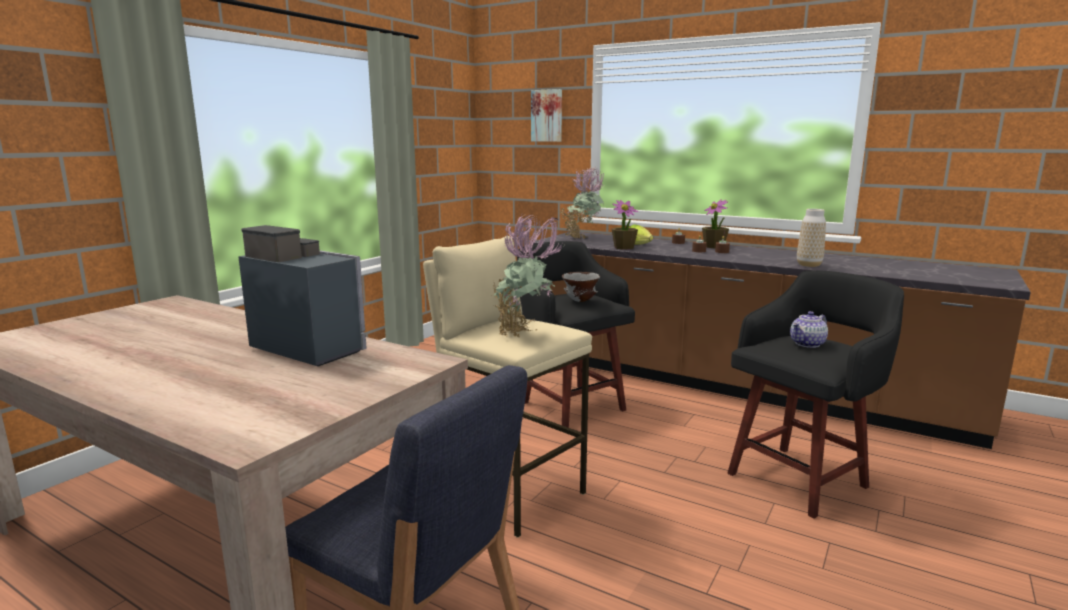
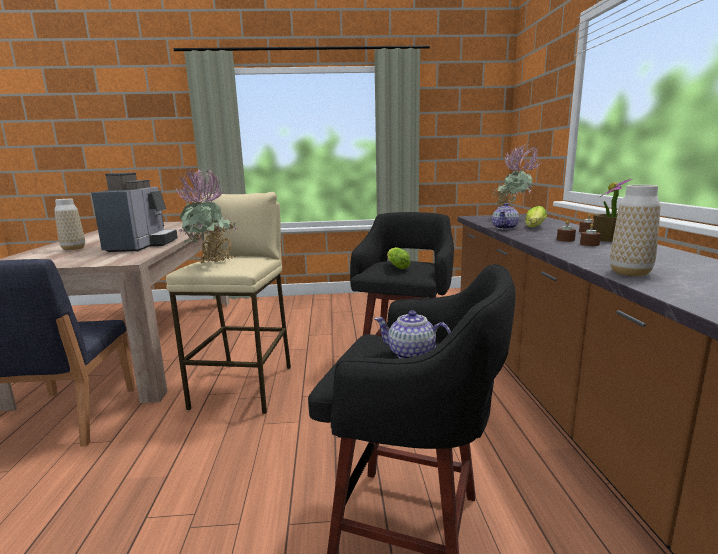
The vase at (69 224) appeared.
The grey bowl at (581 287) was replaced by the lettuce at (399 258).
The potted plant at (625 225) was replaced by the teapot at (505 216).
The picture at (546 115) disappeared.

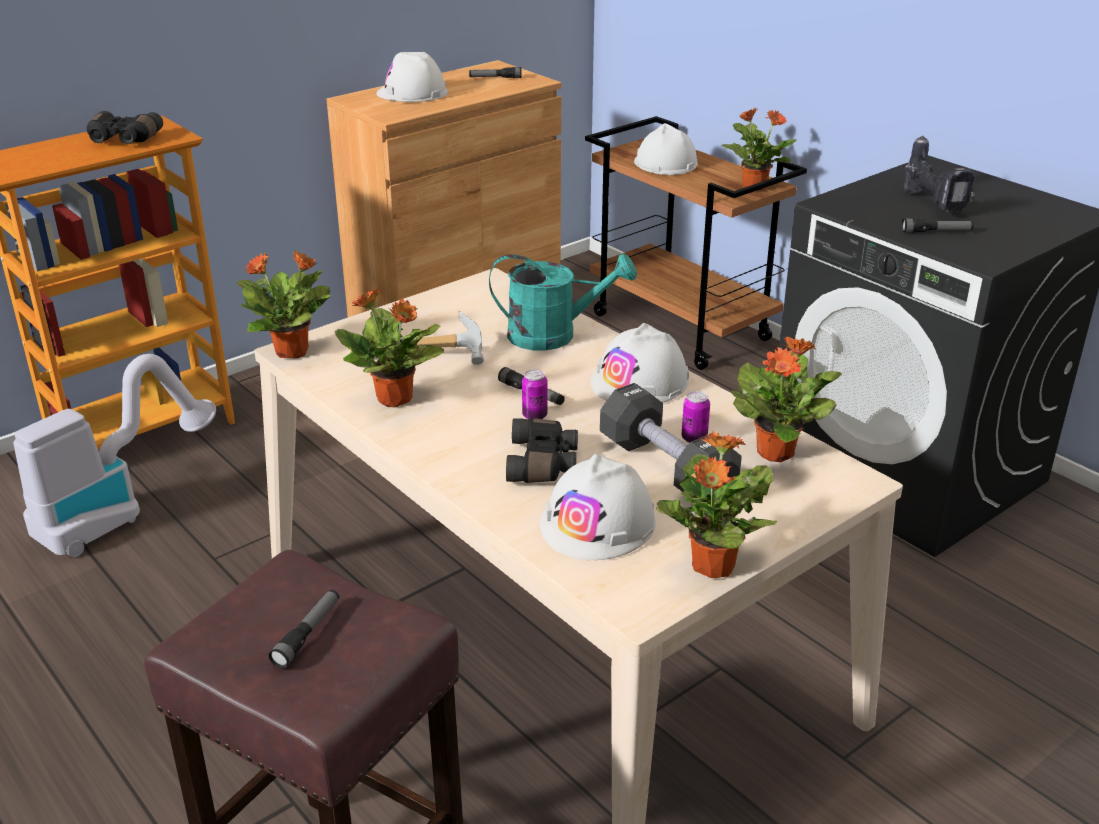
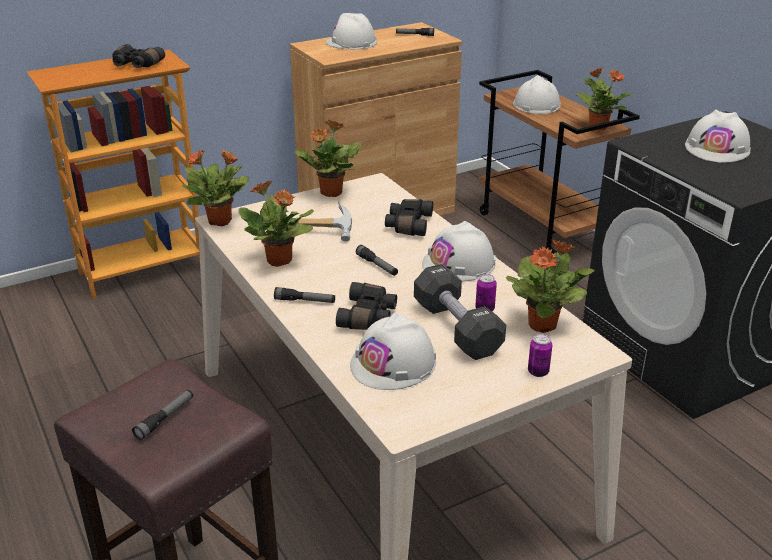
The flashlight moved from (937 225) to (304 295).
The potted plant moved from (716 504) to (328 158).
The turquoise watering can at (563 301) was replaced by the black binoculars at (409 217).
The can moved from (535 394) to (540 355).
The power drill at (939 174) was replaced by the white hard hat at (718 136).
The vacuum cleaner at (114 455) disappeared.

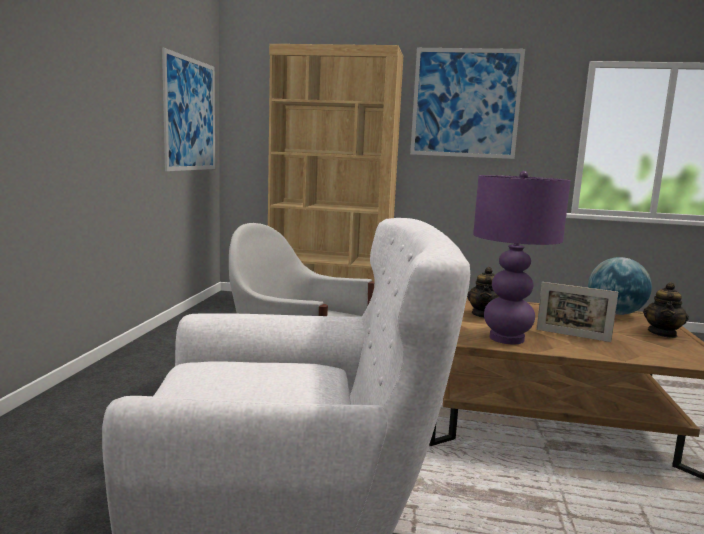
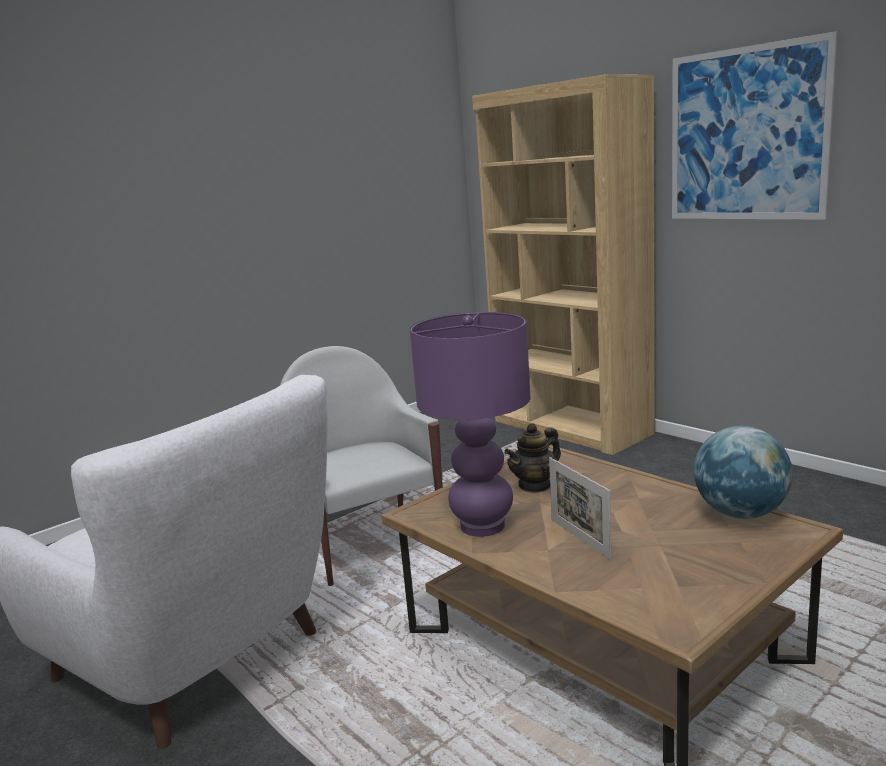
The picture at (188 109) disappeared.
The teapot at (666 310) disappeared.

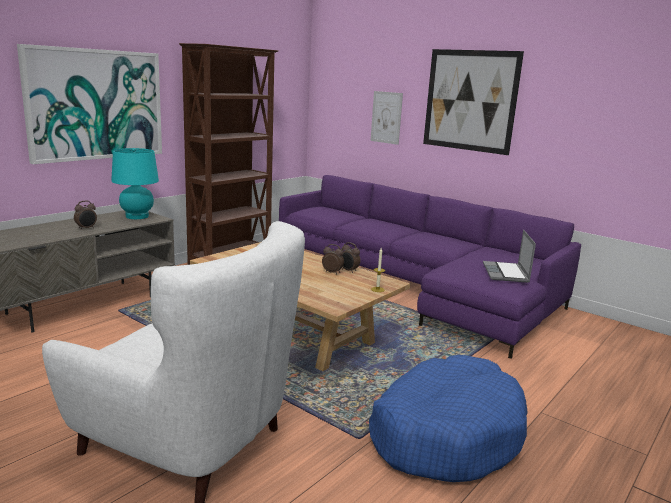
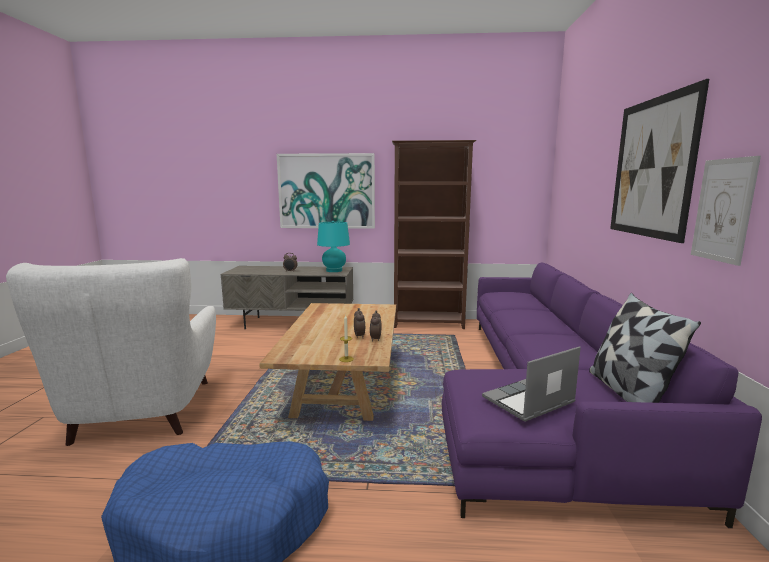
The pillow at (645 348) appeared.
The picture moved from (387 118) to (726 211).

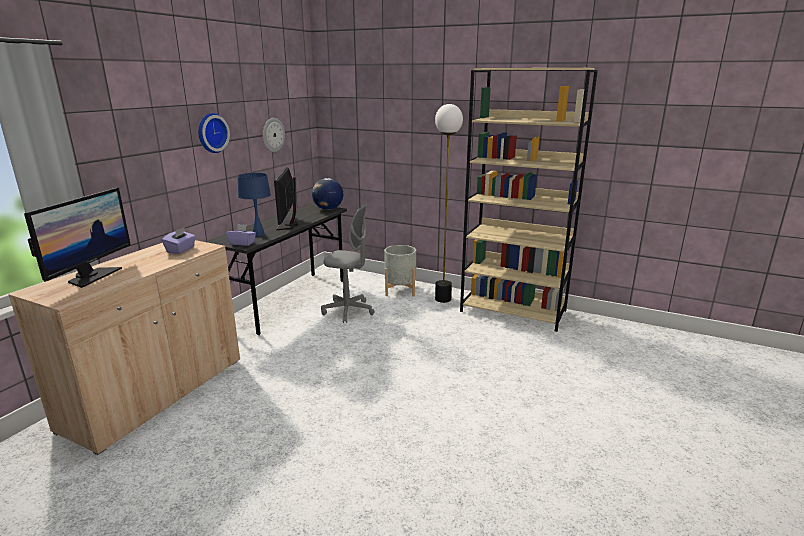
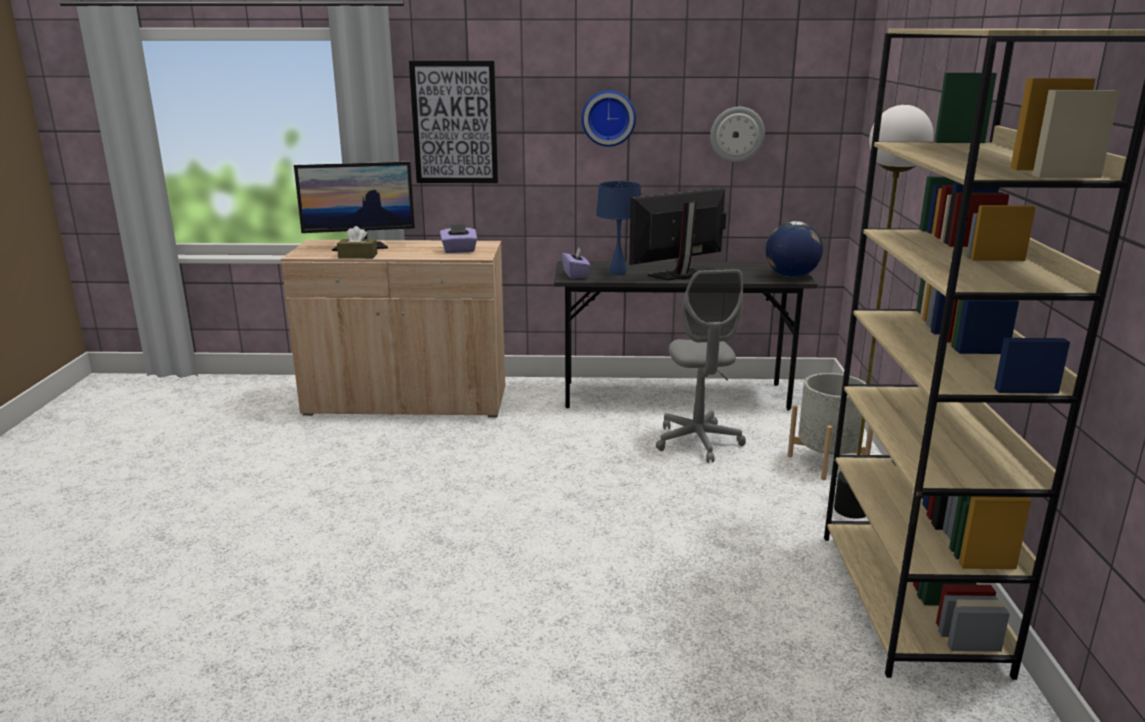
The brown tissue box at (357 242) appeared.
The picture at (453 122) appeared.

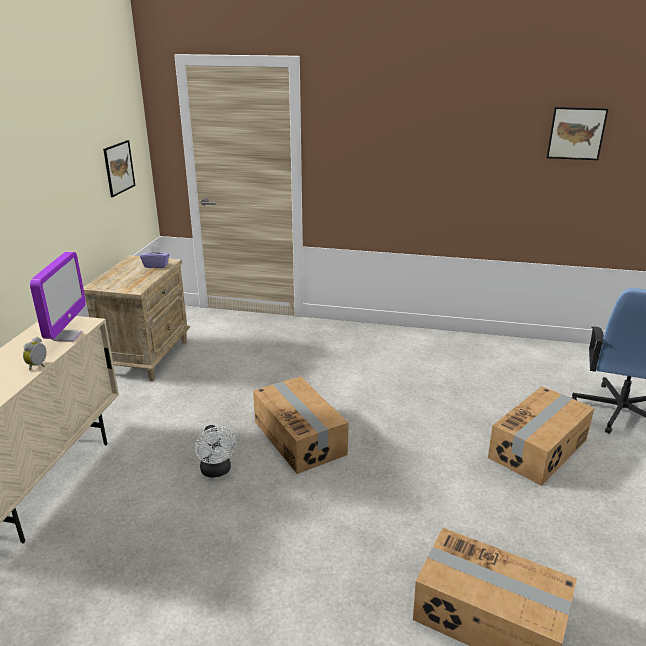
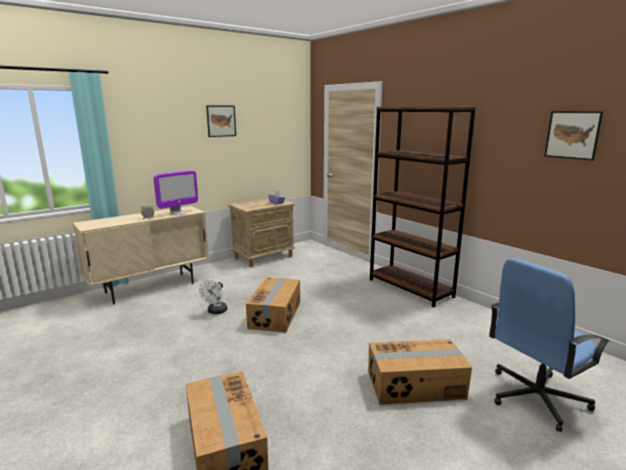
The picture moved from (119 168) to (221 121).
The brown bookcase at (423 206) appeared.

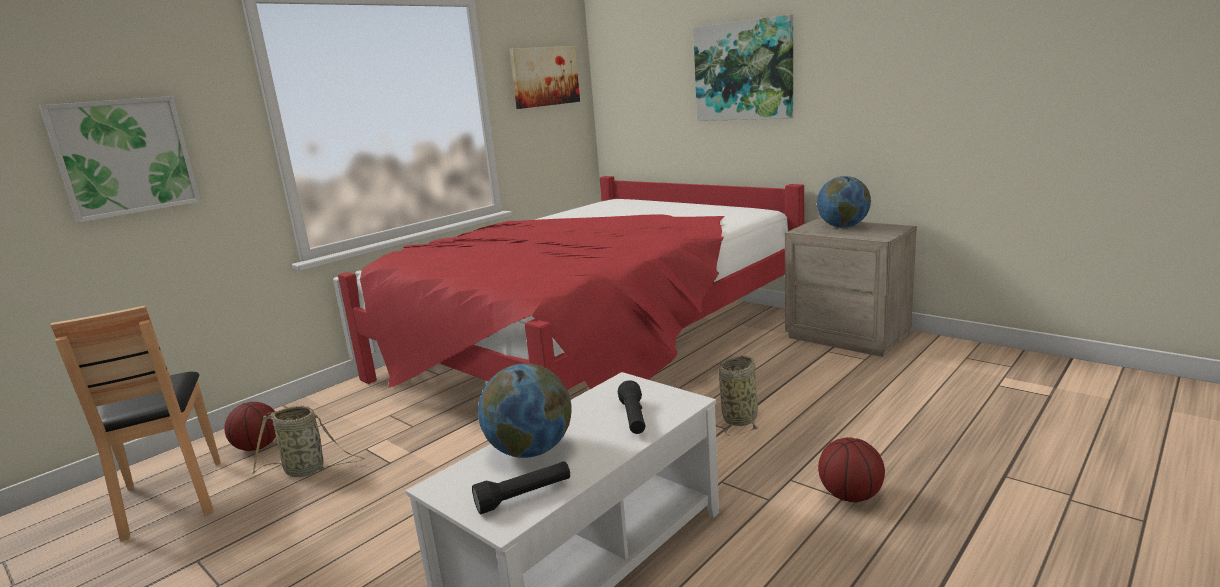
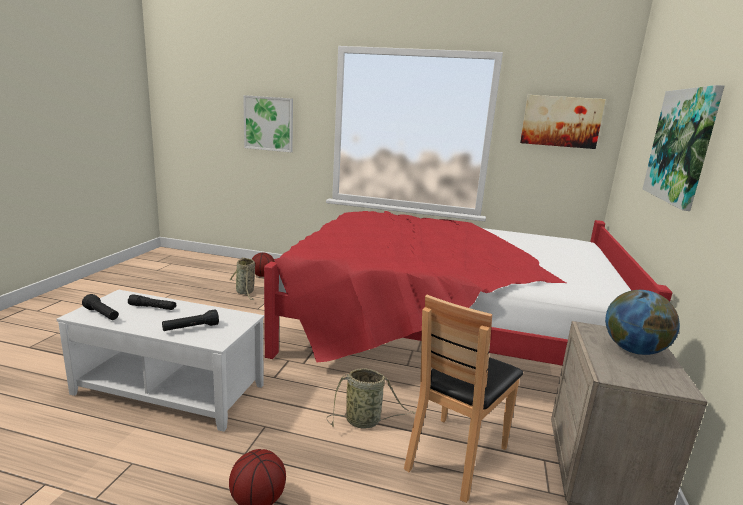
The globe at (524 410) was replaced by the black flashlight at (152 302).
The brown chair moved from (136 423) to (463 399).

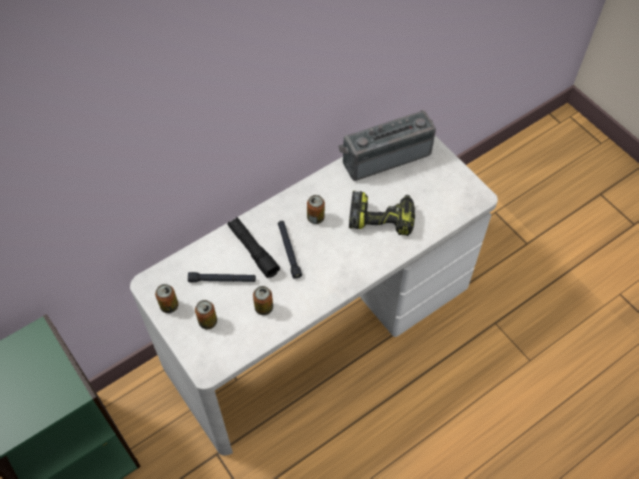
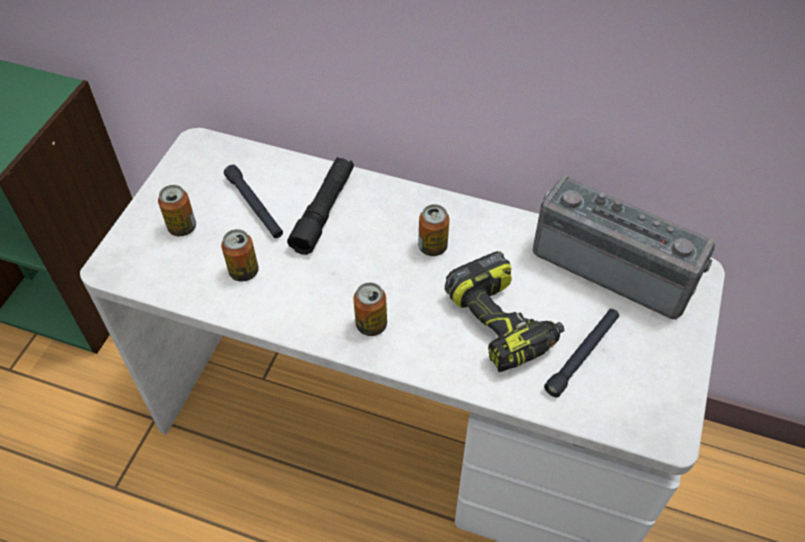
The can moved from (166 298) to (370 309).
The black flashlight moved from (290 250) to (581 353).

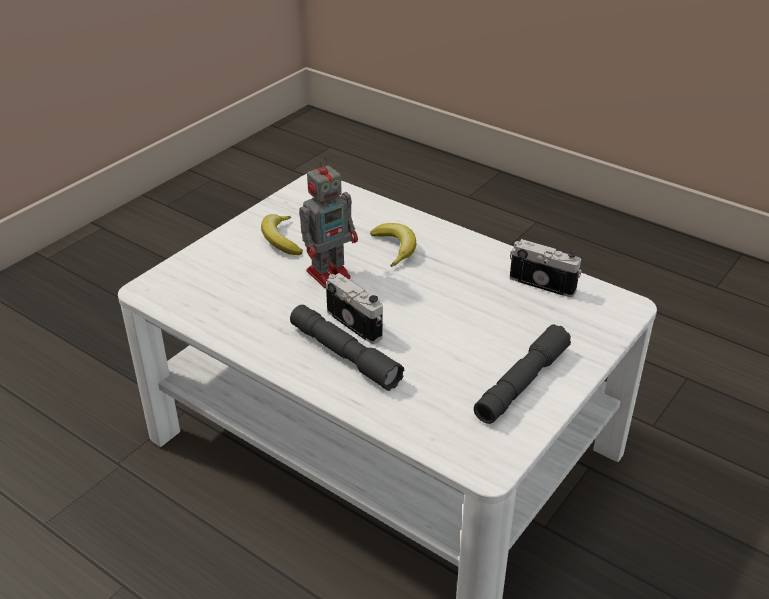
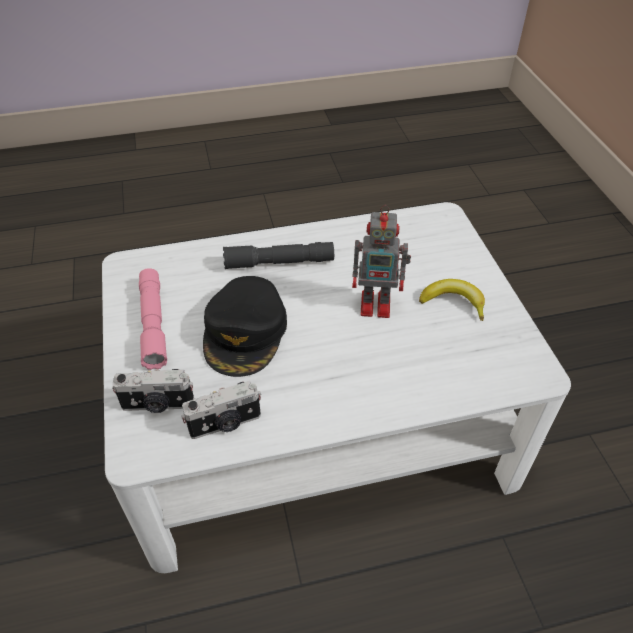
The photo camera moved from (354 308) to (153 391).
The grey flashlight at (522 374) became the pink flashlight at (153 319).
The black cap at (245 326) appeared.
The toy robot at (328 222) turned 90 degrees counterclockwise.
The banana at (393 245) disappeared.

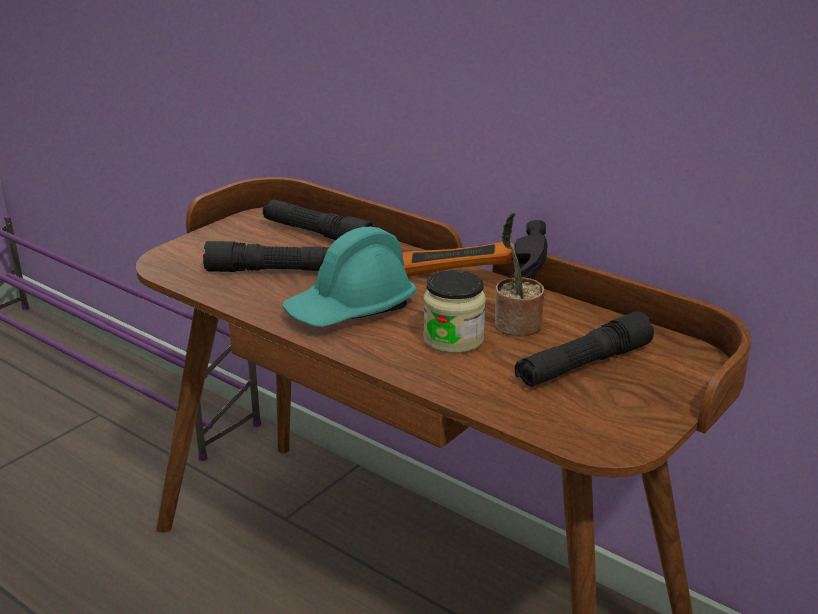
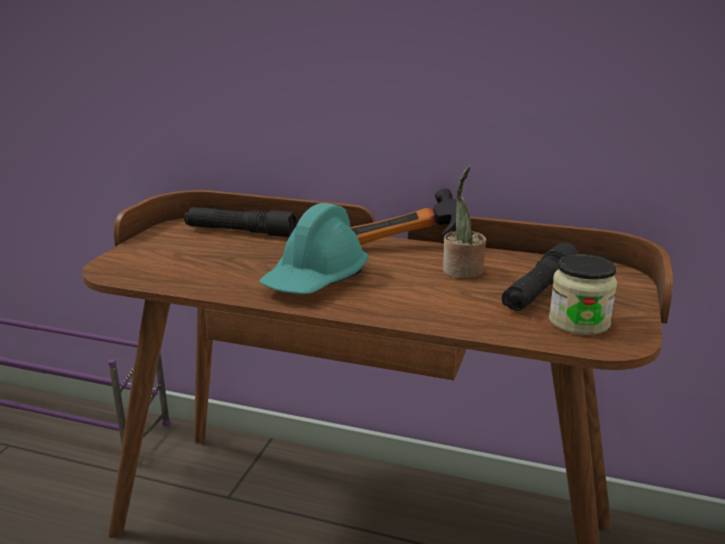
The jar moved from (455 312) to (583 294).
The black flashlight at (266 256) disappeared.

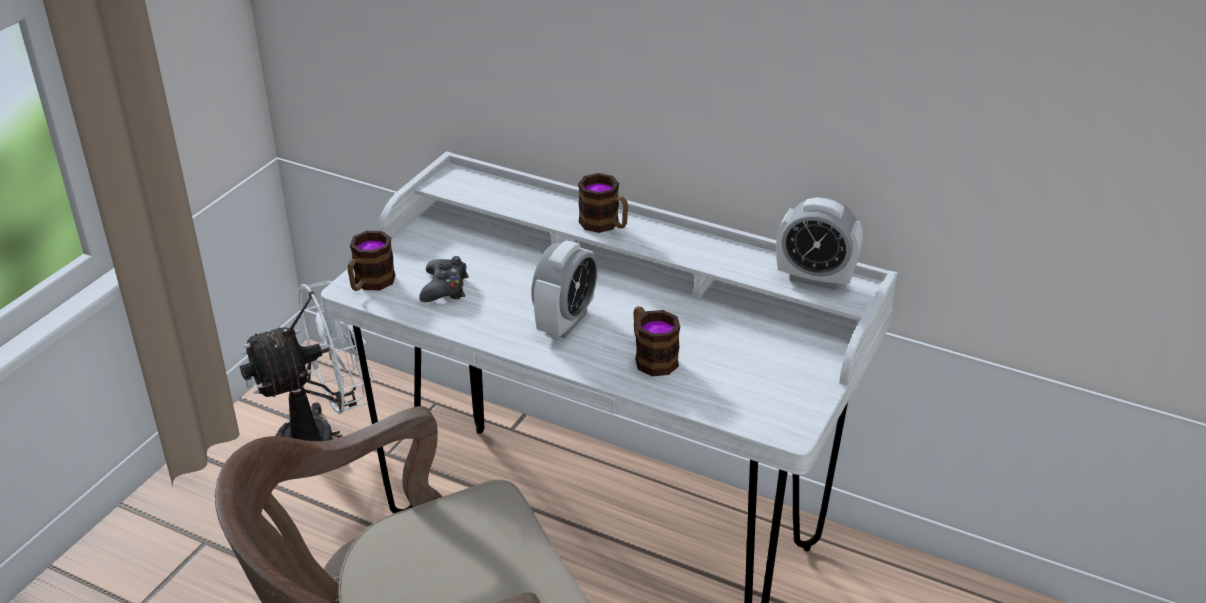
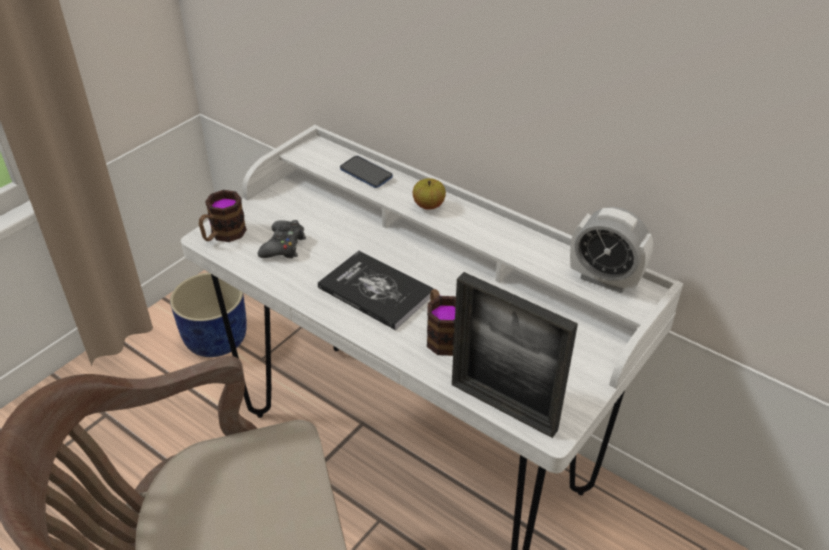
The white fan at (307 360) was replaced by the blue planter at (208 315).
The alarm clock at (564 289) was replaced by the book at (376 290).
The phone at (366 172) appeared.
The mug at (603 203) was replaced by the apple at (429 194).
The picture frame at (515 355) appeared.

